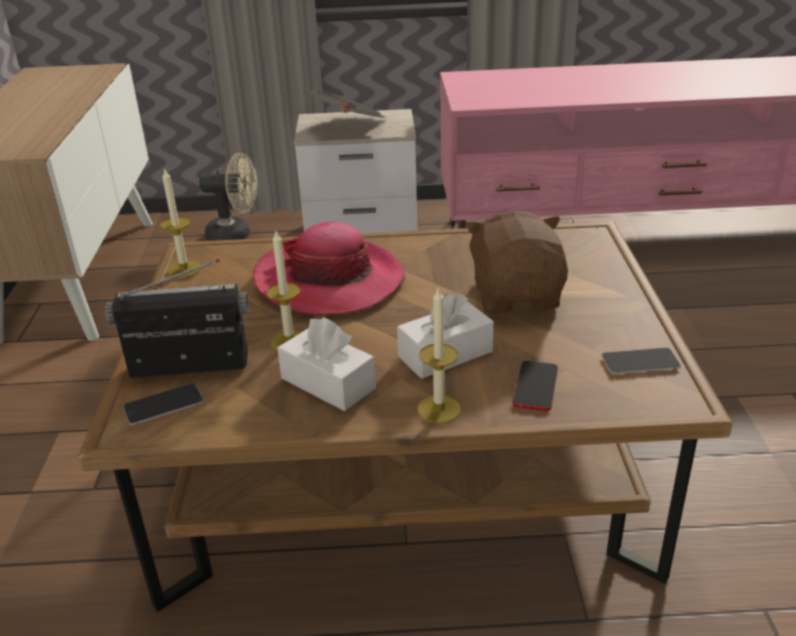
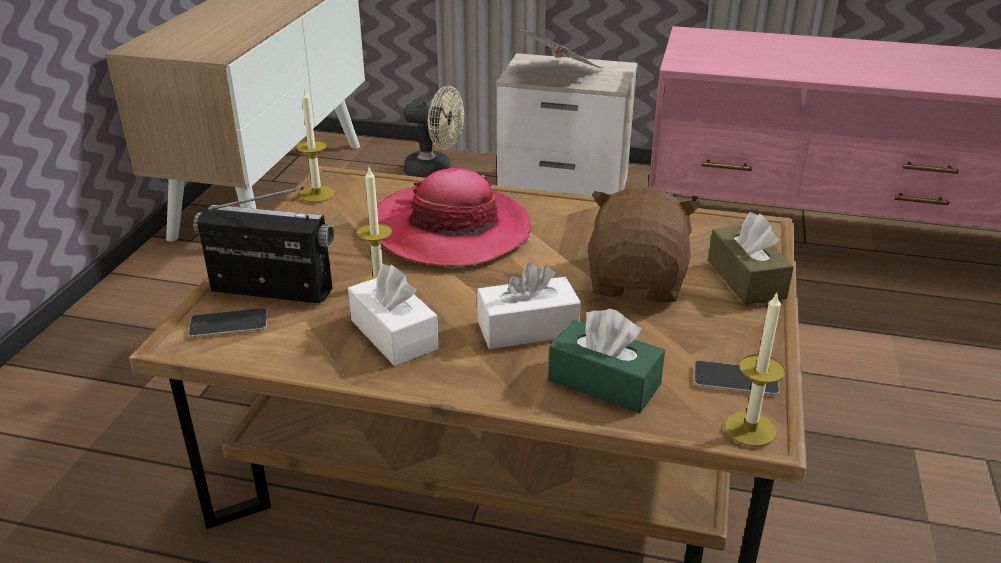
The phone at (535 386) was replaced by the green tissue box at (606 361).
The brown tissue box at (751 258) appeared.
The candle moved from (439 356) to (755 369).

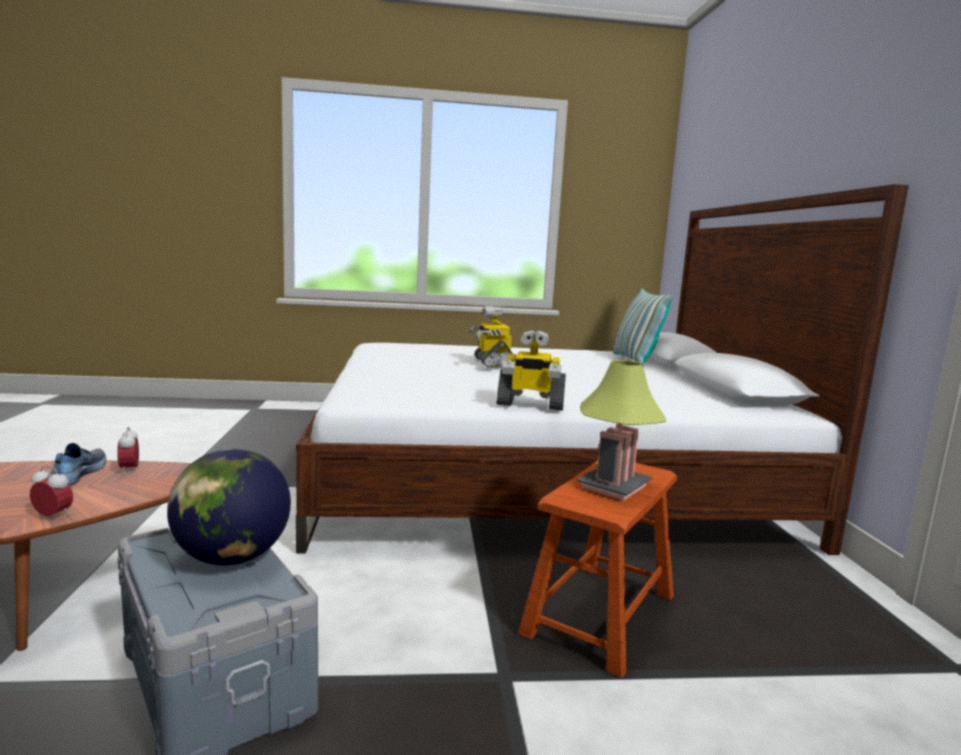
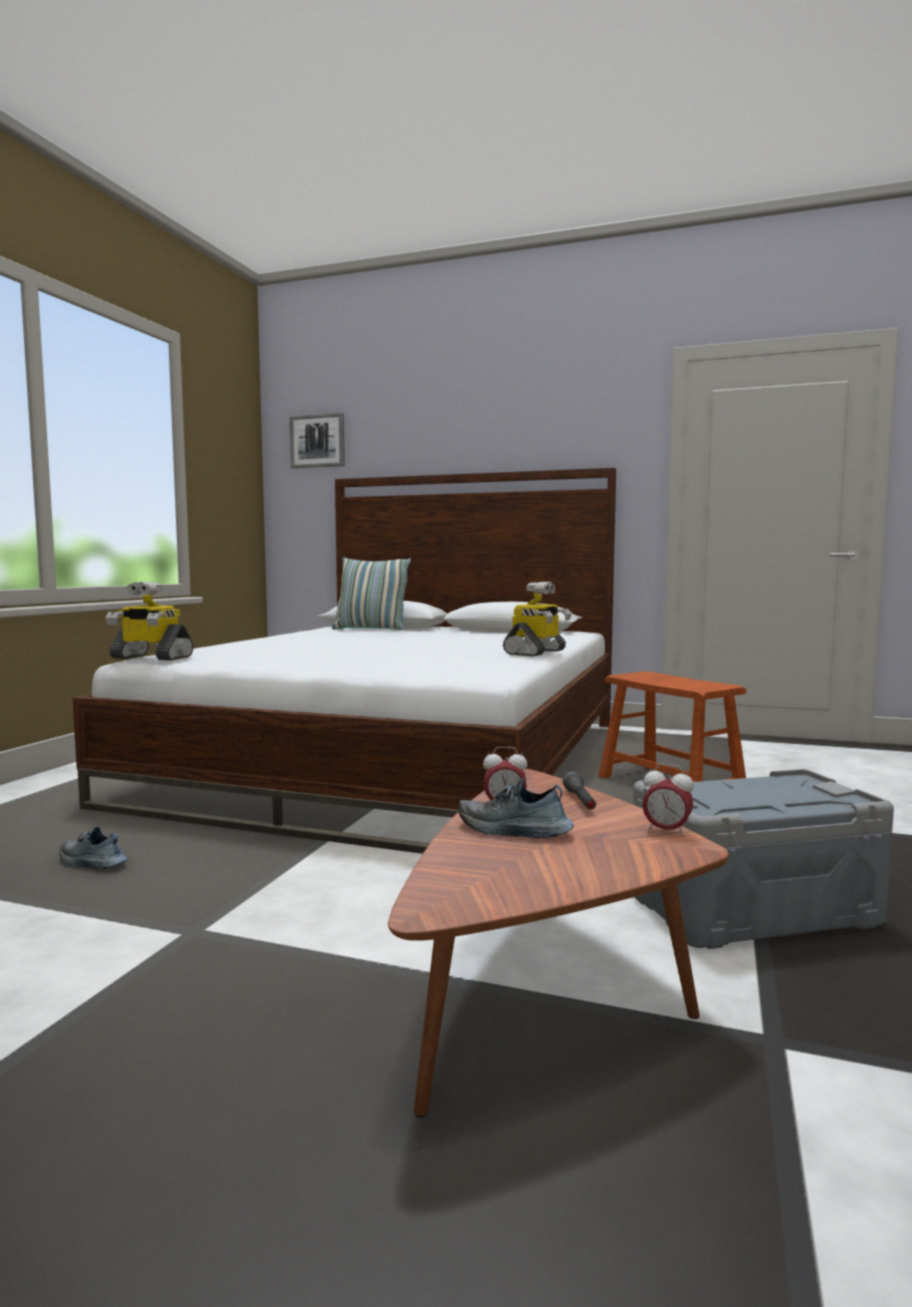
The shoe at (94 848) appeared.
The toy robot moved from (491 337) to (149 621).
The picture at (317 441) appeared.
The grey flashlight at (579 790) appeared.
The alarm clock at (51 491) turned 105 degrees counterclockwise.
The globe at (229 506) disappeared.
The table lamp at (621 430) disappeared.

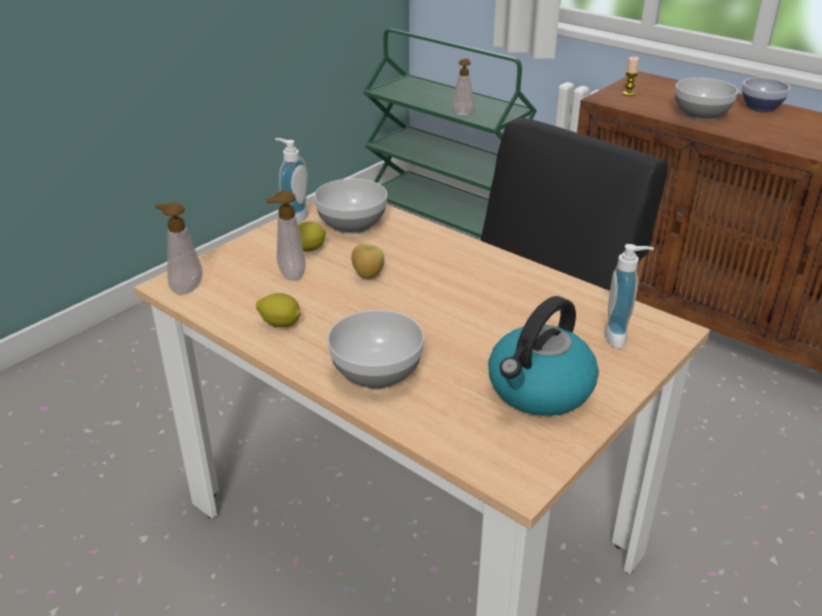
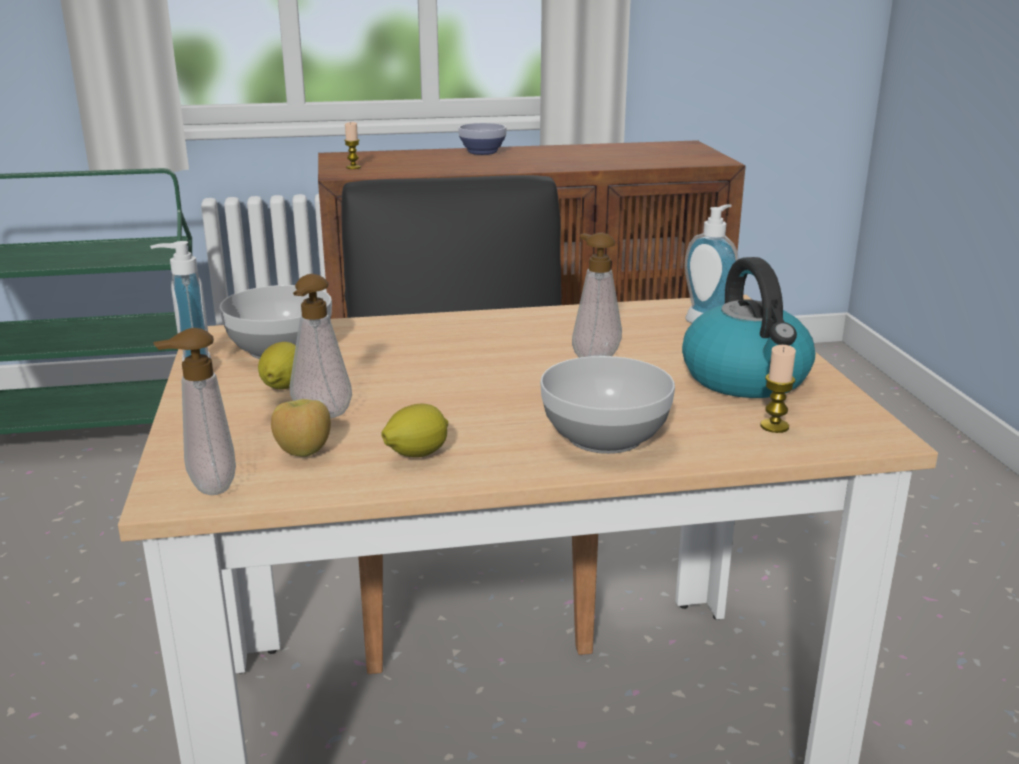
The apple moved from (367 261) to (301 428).
The soap dispenser moved from (463 87) to (597 295).
The candle at (778 389) appeared.
The bowl at (706 99) disappeared.

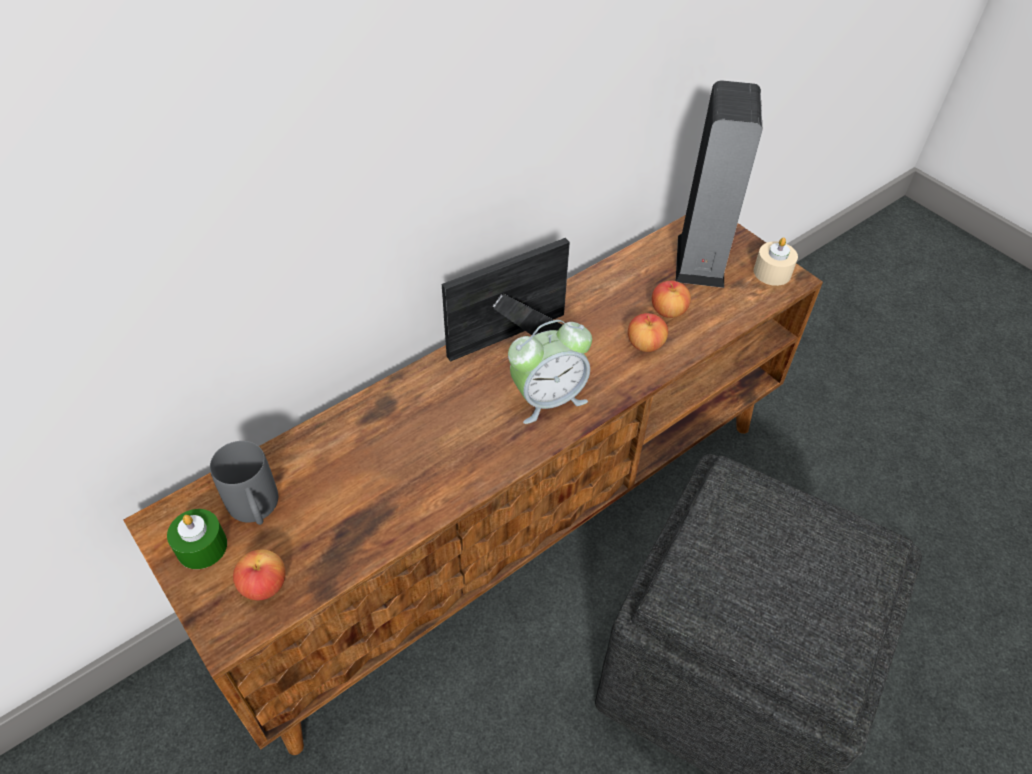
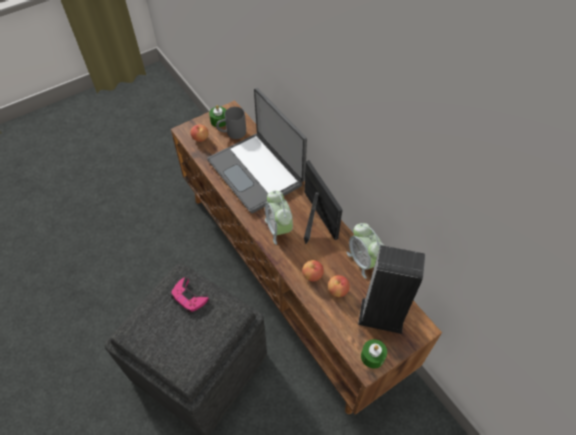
The pink game controller at (190 294) appeared.
The laptop at (257 150) appeared.
The alarm clock at (365 251) appeared.
The beige candle at (776 261) became the green candle at (374 353).

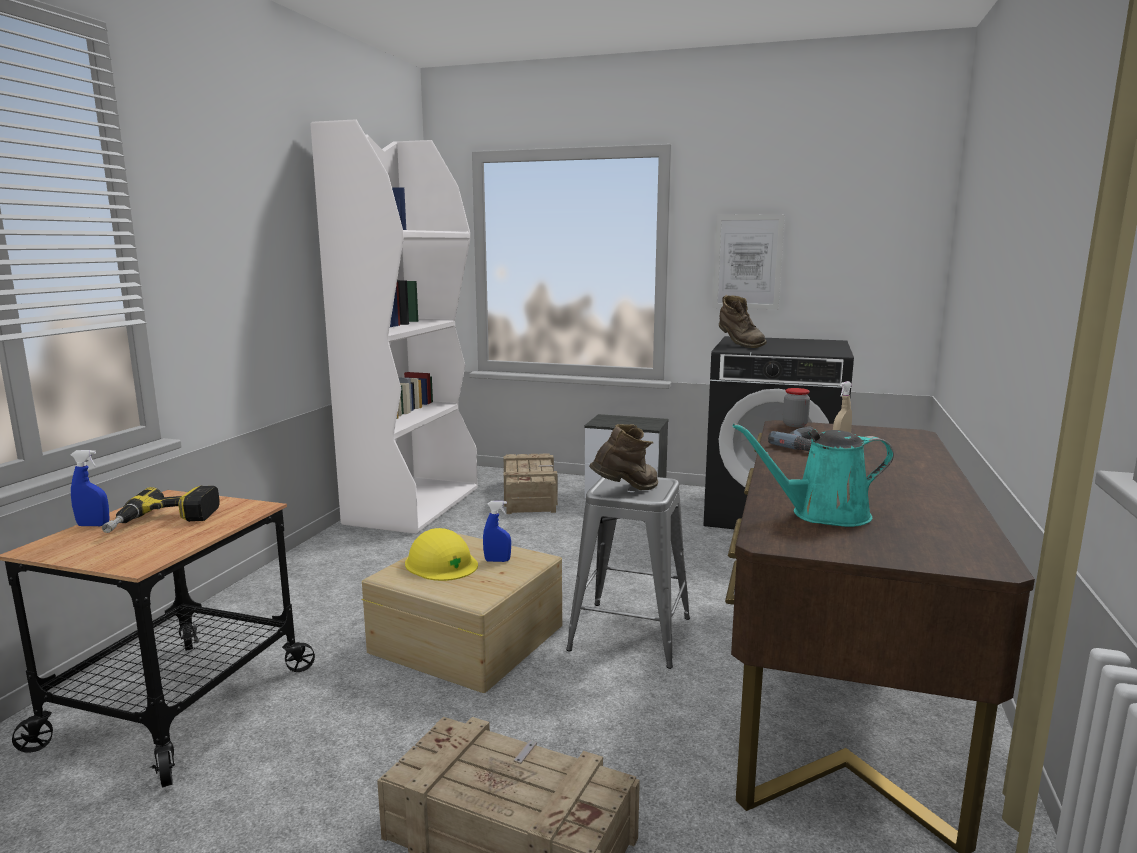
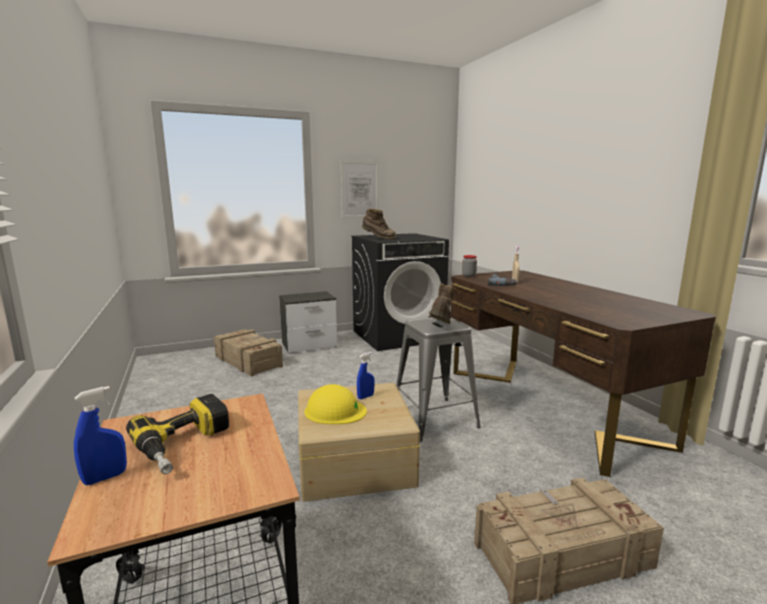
The white bookcase at (394 326) disappeared.
The turquoise watering can at (813 475) disappeared.

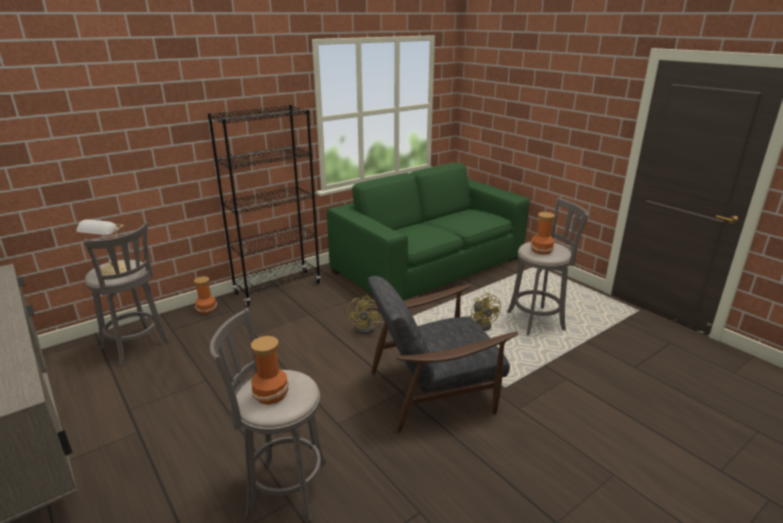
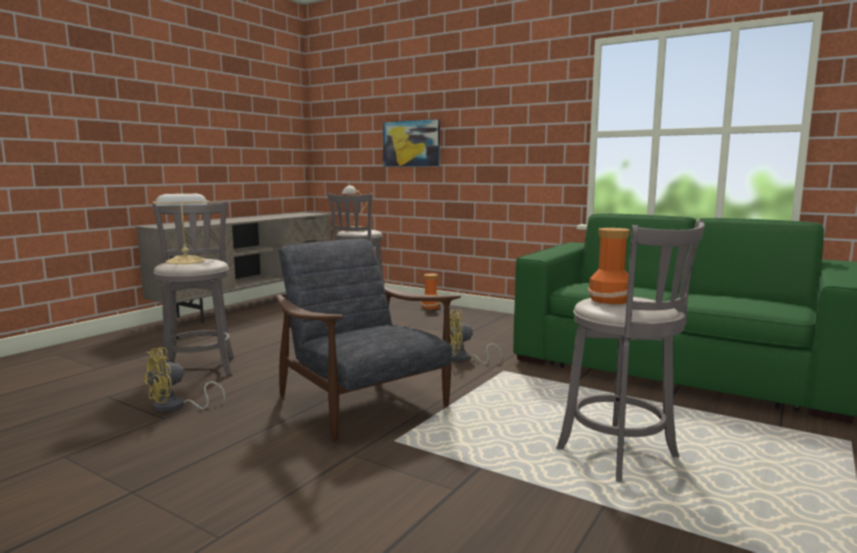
The yellow fan moved from (485 311) to (184 379).
The vase at (270 370) was replaced by the table lamp at (181 229).
The picture at (411 143) appeared.
The black bookcase at (264 205) disappeared.

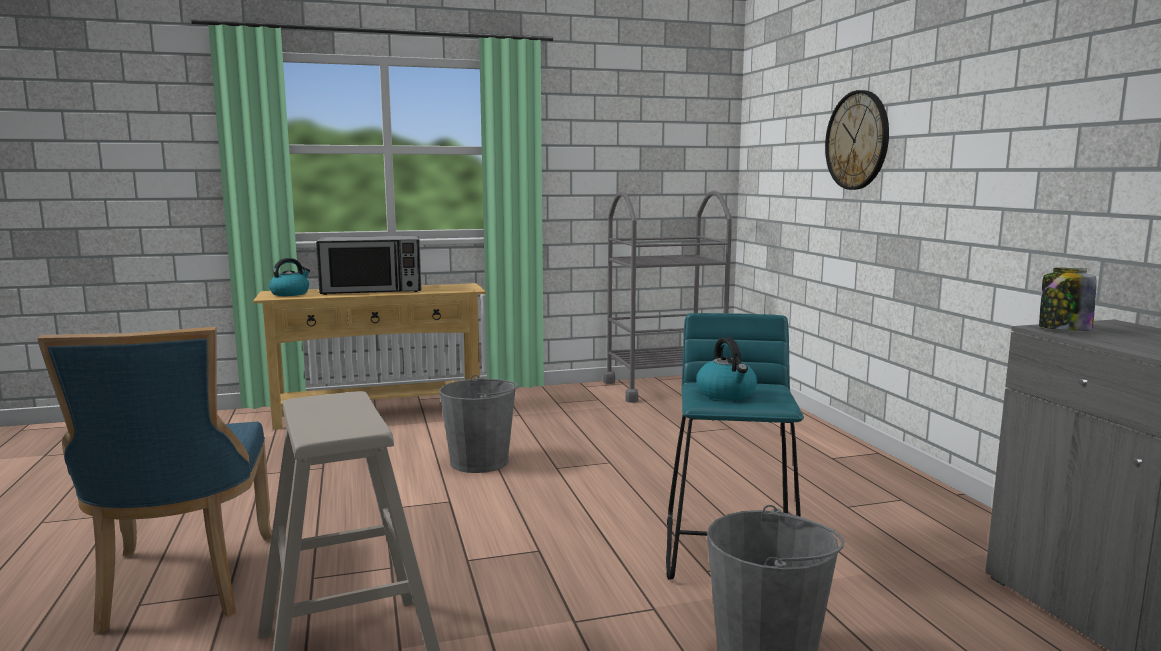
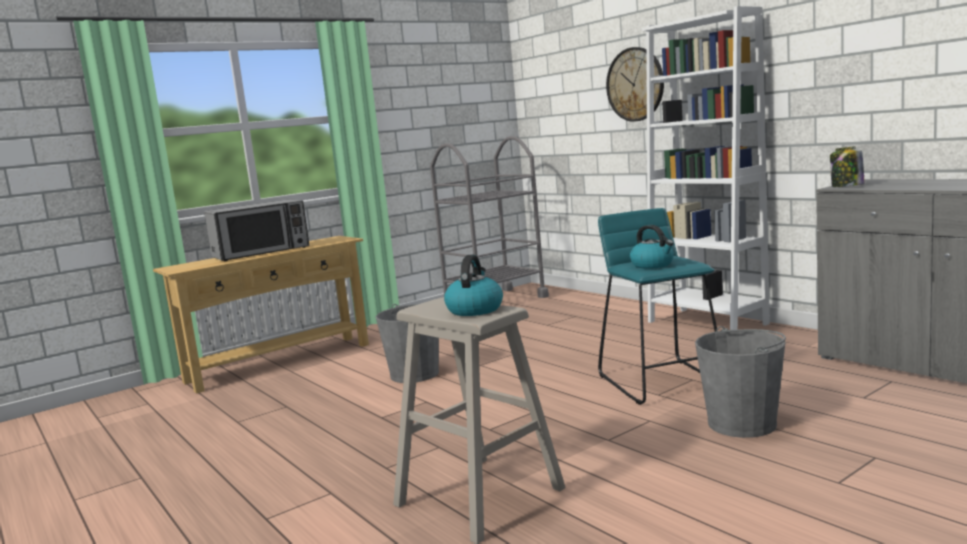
The kettle moved from (289 277) to (473 285).
The white bookcase at (706 168) appeared.
The blue chair at (154 480) disappeared.

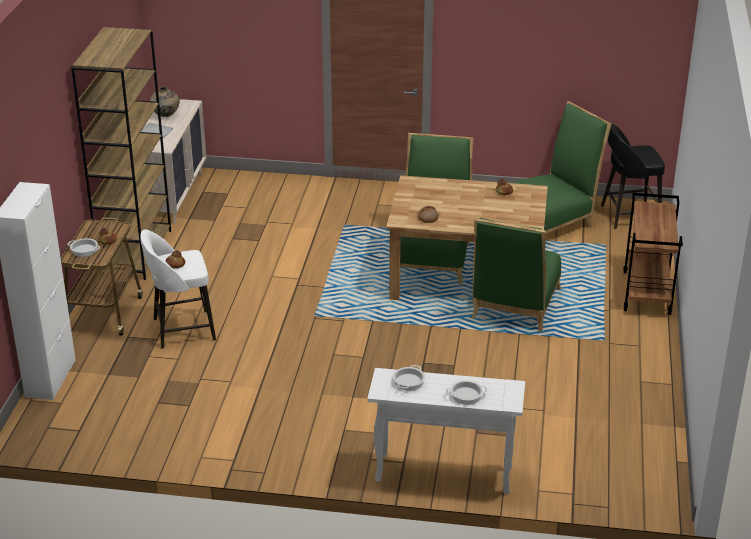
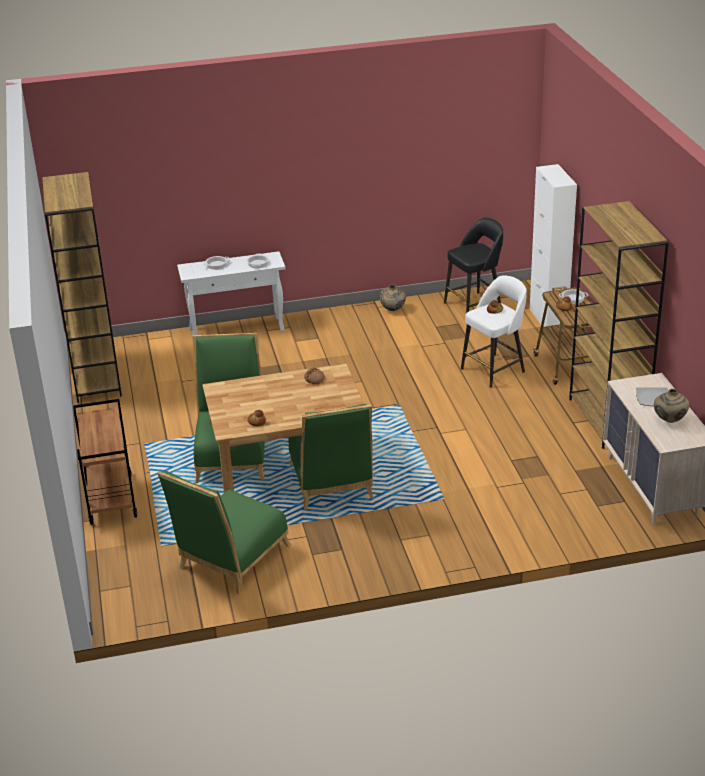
The brown bookcase at (82 287) appeared.
The beige vase at (393 297) appeared.
The black stool moved from (633 176) to (473 265).

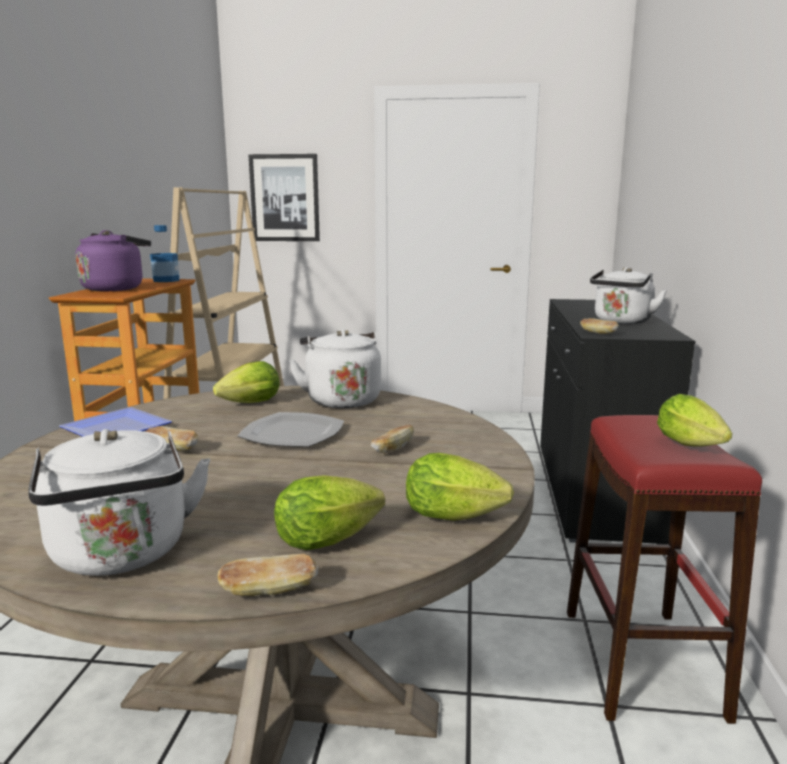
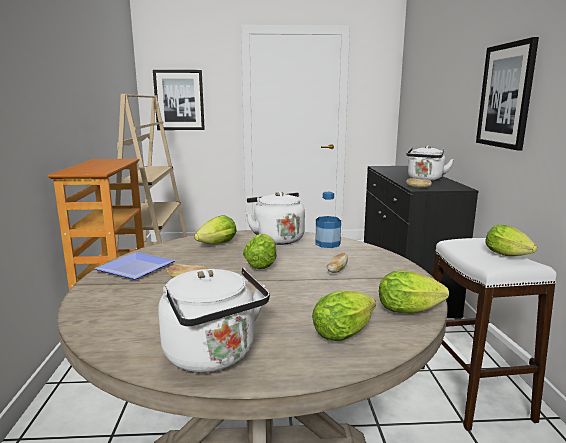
The plate at (291 429) was replaced by the lettuce at (260 252).
The bottle moved from (165 253) to (328 220).
The red stool at (664 569) became the white stool at (489 334).
The picture at (507 94) appeared.
The purple kettle at (113 260) disappeared.
The bread at (268 575) disappeared.

